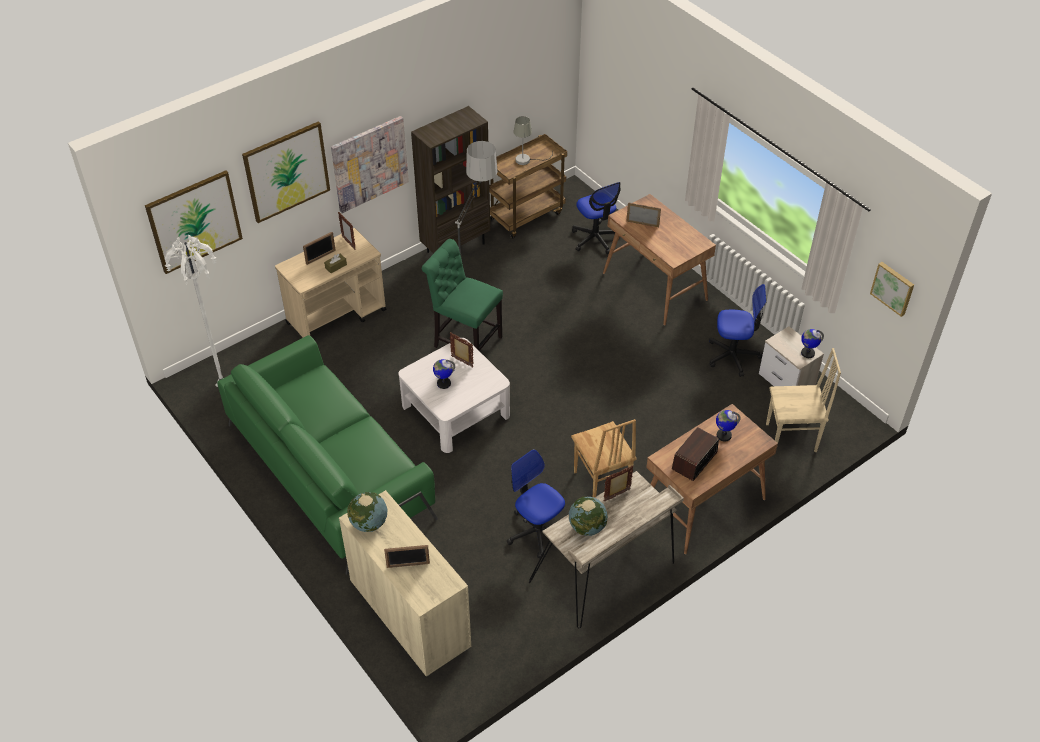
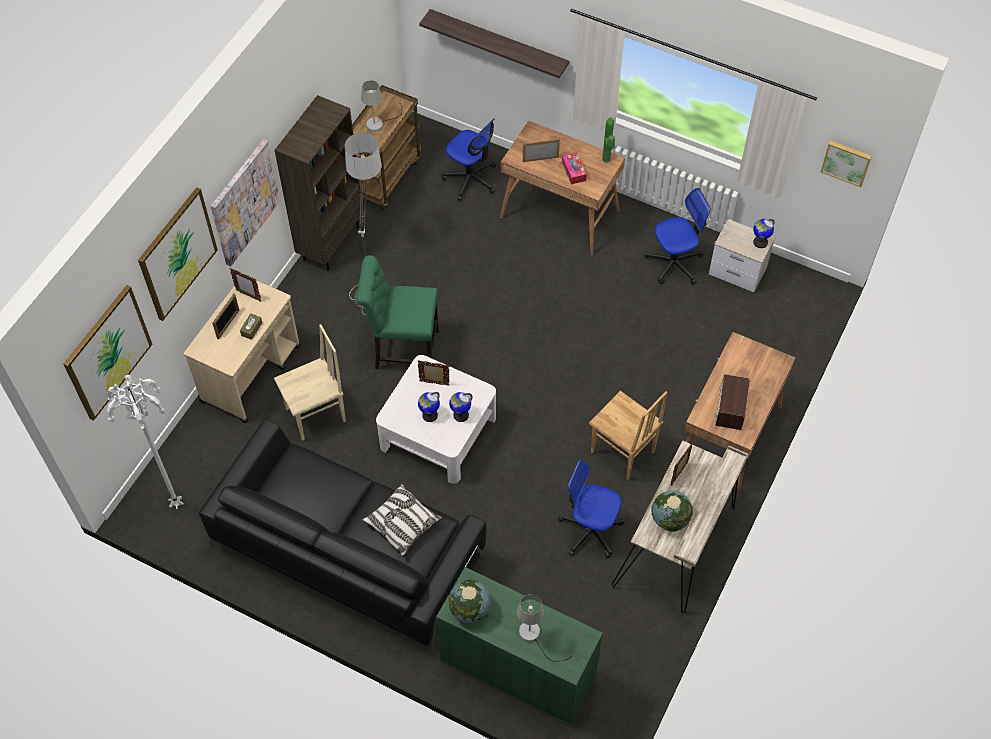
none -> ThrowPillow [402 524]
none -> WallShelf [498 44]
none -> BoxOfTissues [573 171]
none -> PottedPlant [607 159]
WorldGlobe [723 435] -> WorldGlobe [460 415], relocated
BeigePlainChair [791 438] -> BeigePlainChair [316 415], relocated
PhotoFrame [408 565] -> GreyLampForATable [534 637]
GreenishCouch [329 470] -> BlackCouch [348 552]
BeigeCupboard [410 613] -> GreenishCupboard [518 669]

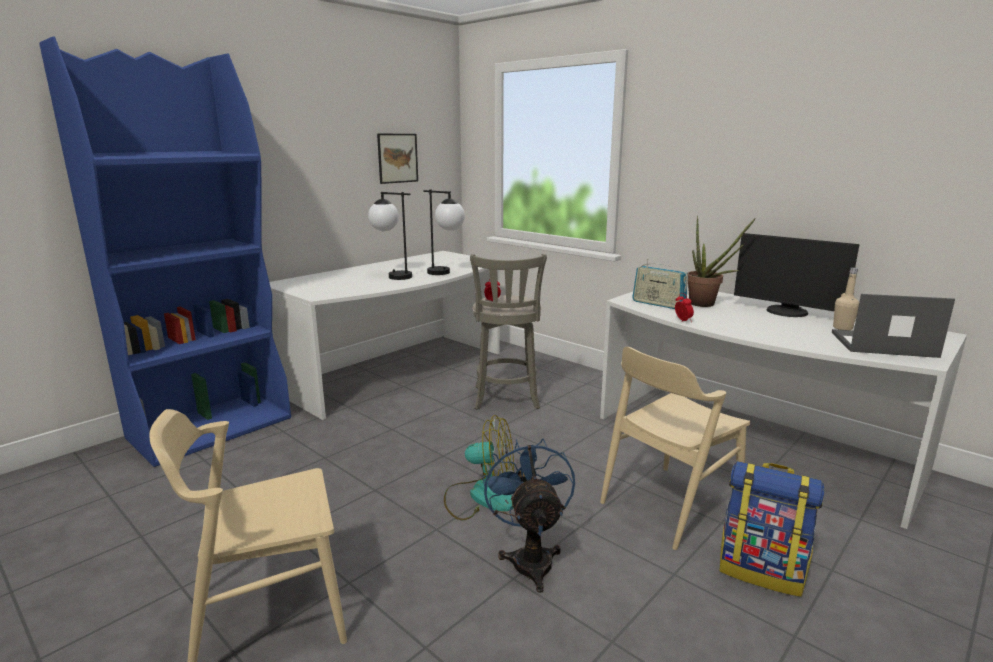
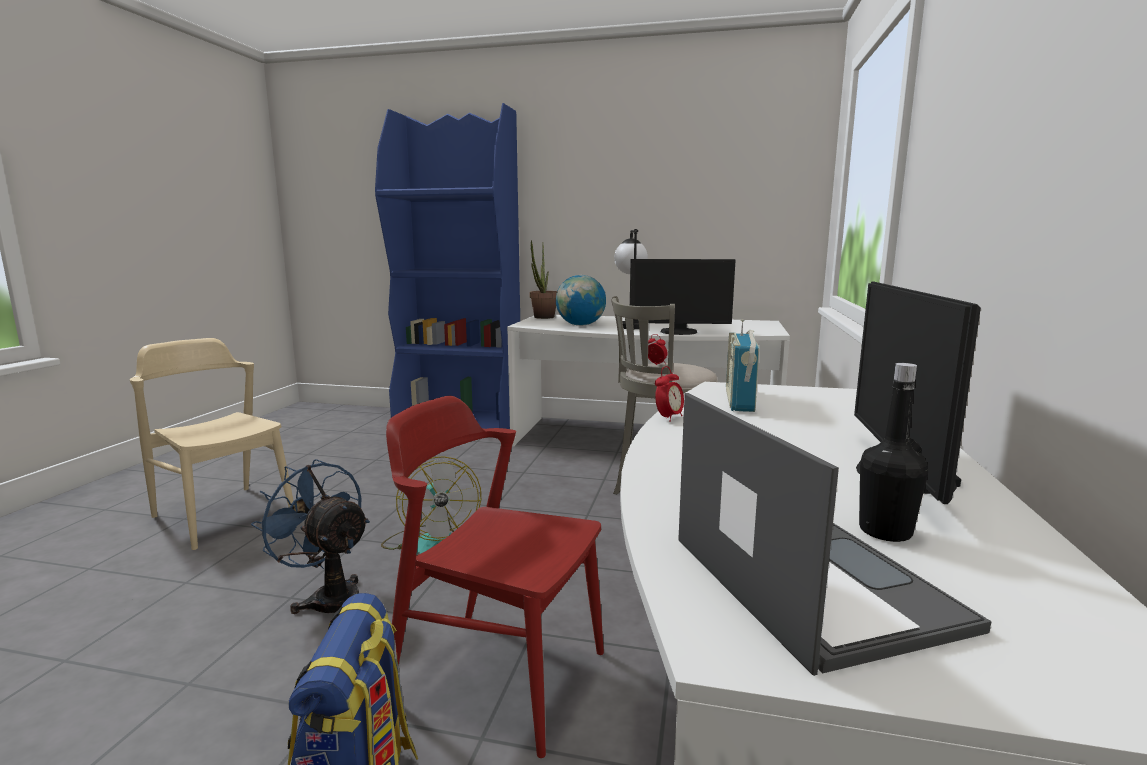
Picture [397 158] -> none
none -> WorldGlobe [580 325]
PottedPlant [707 305] -> PottedPlant [542 318], relocated
LampForATable [446 273] -> Monitor [679 332]
BeigePlainChair [669 505] -> RedColouredPlainChair [498 675]
BeigeBeverageBottle [842 328] -> BlackBeverageBottle [885 531]
BlueCoolingFan [530 558] -> BlueCoolingFan [329 598], 105 degrees counterclockwise

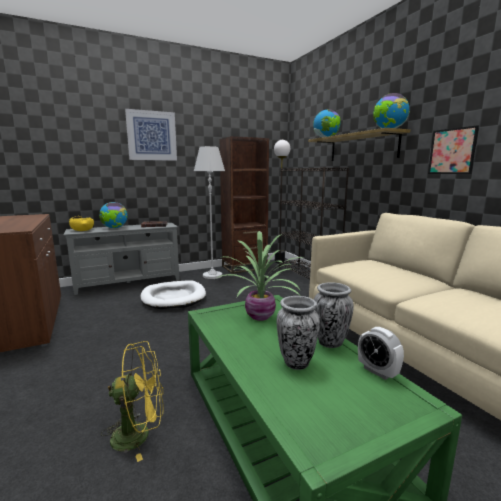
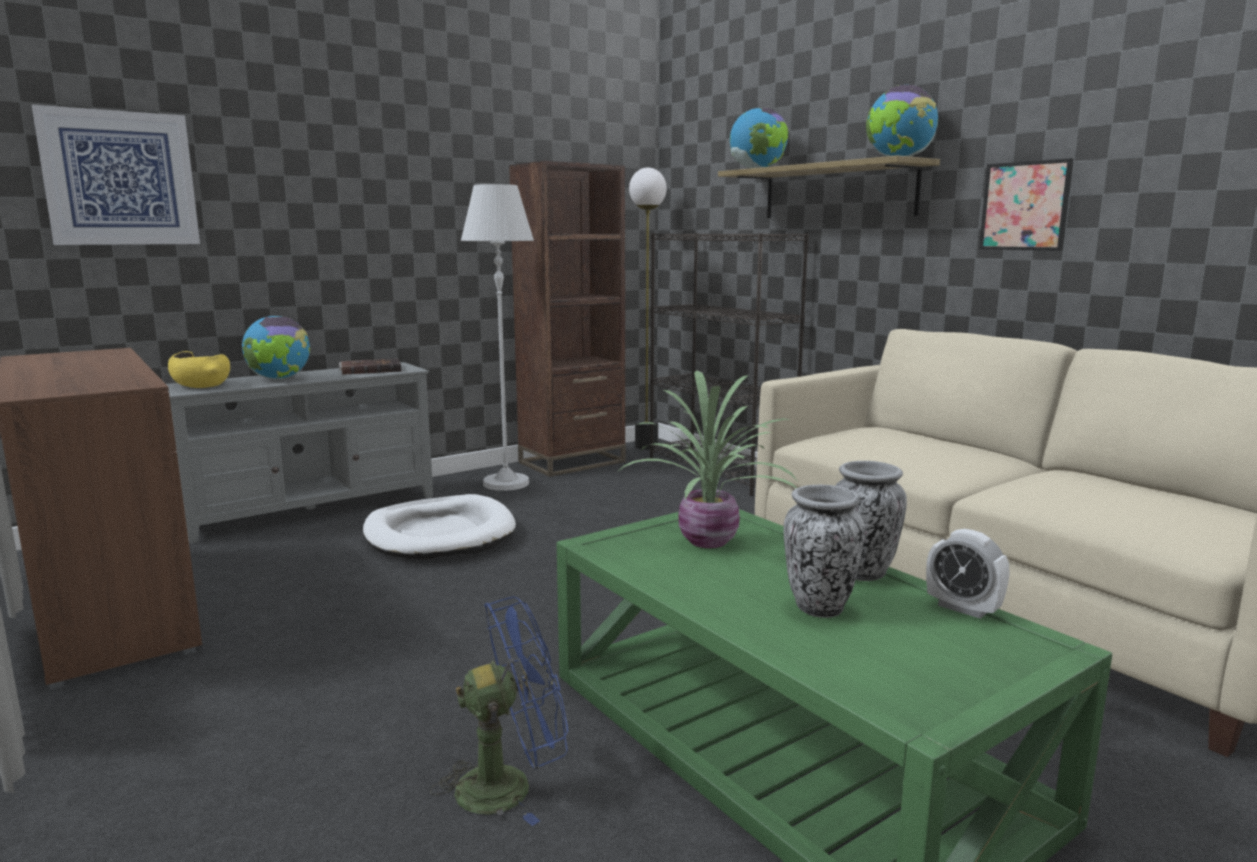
Picture [152 136] -> Picture [120 178], relocated
YellowColouredCoolingFan [139 434] -> BlueCoolingFan [509 784]

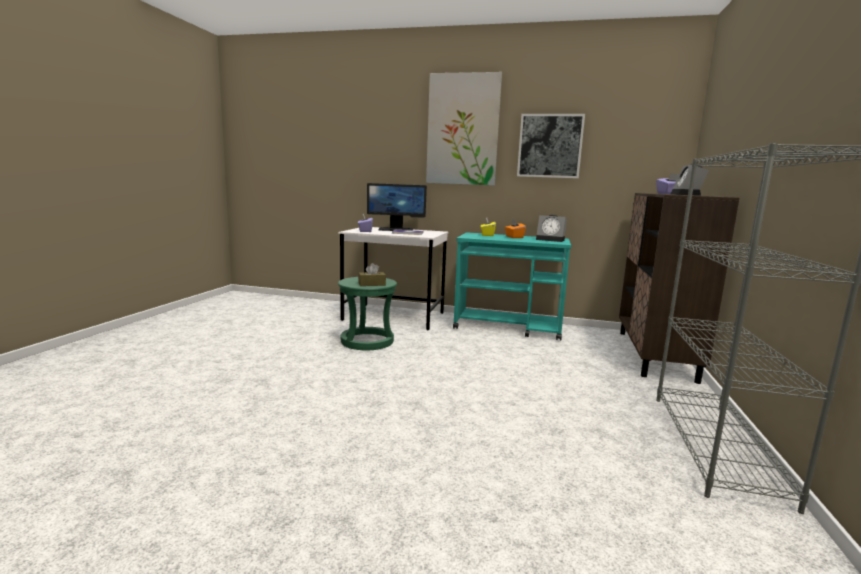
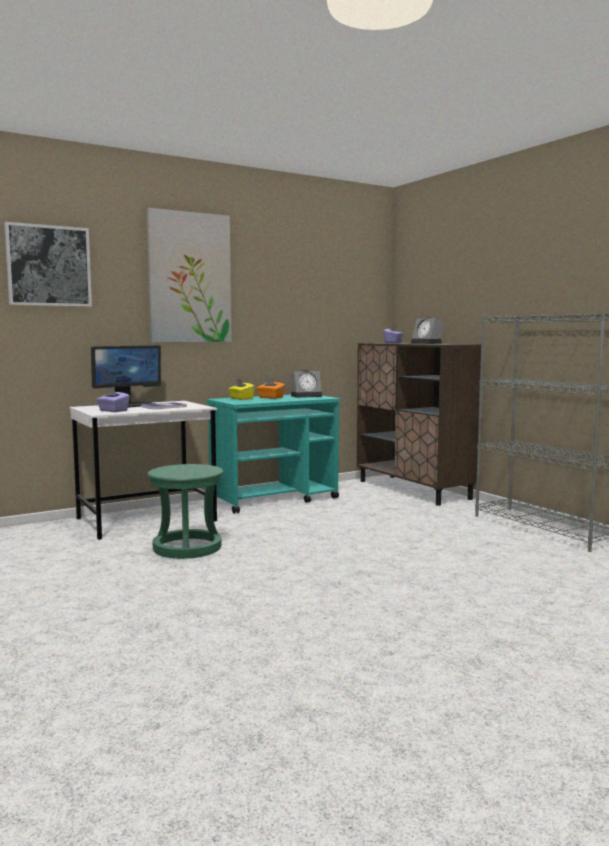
BrownColouredBoxOfTissues [372 284] -> none
Picture [550 146] -> Picture [49 266], relocated

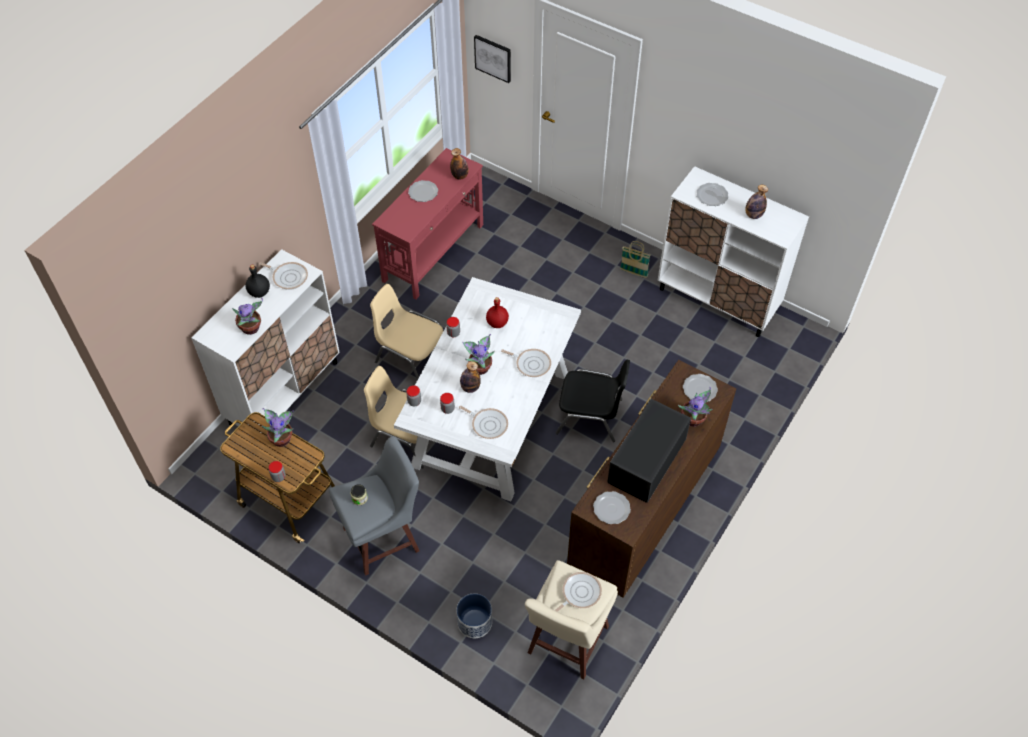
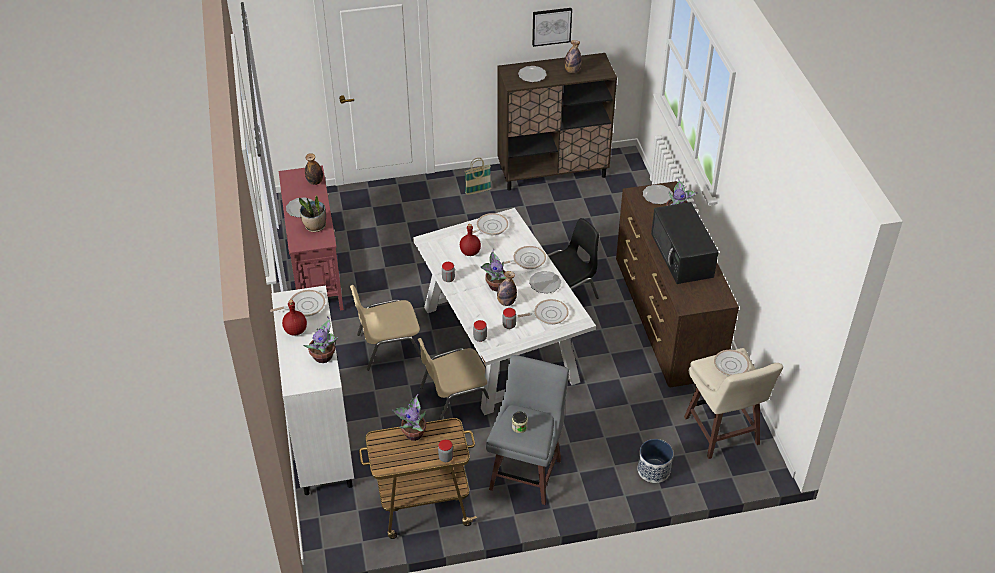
none -> PottedPlant [315 226]
none -> Skillet [490 227]
Picture [493 58] -> Picture [551 26], relocated
FlatDish [611 508] -> FlatDish [544 283], relocated
BlackBeverageBottle [260 292] -> RedColouredBeverageBottle [295 330]
WhitishCupboard [718 299] -> BrownColouredCupboard [553 172]

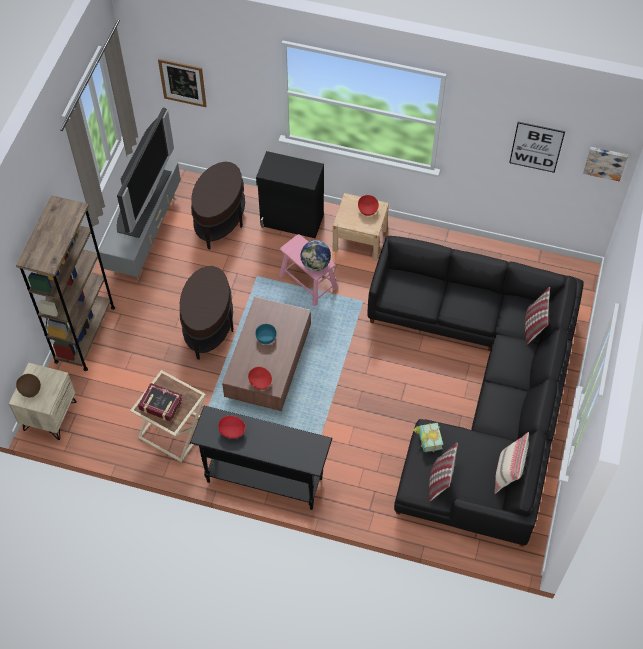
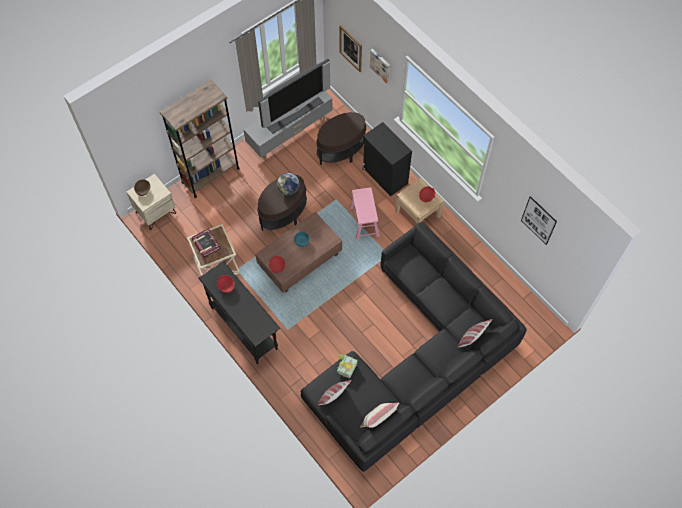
WorldGlobe [315 264] -> WorldGlobe [288 190], relocated
Picture [605 162] -> Picture [380 65], relocated

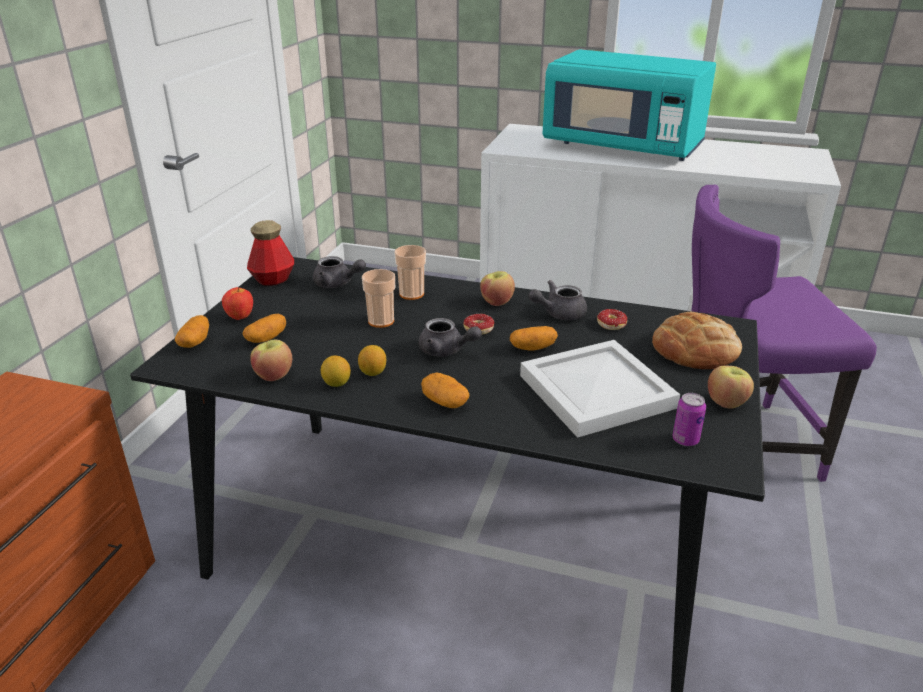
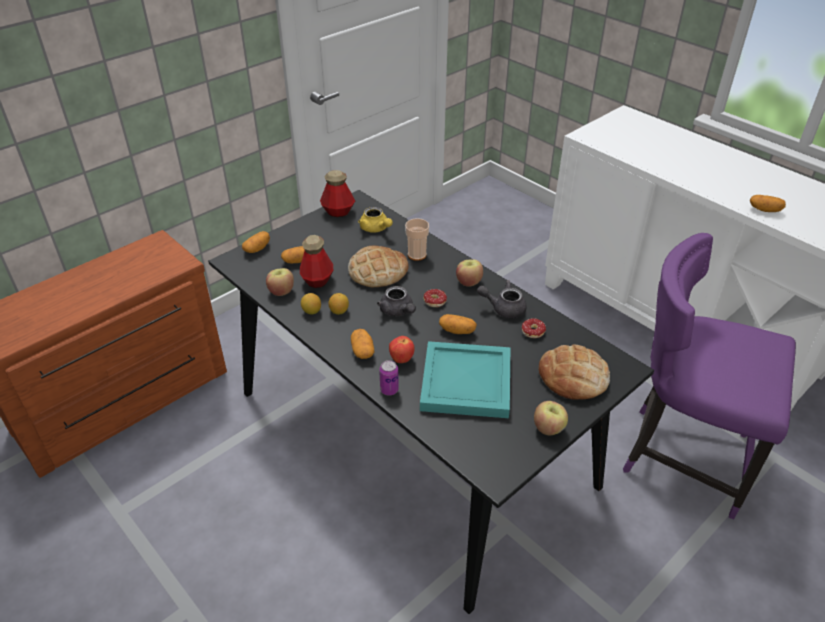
TurquoiseMicrowaveOven [623 147] -> none
none -> BeverageBottle [317 280]
none -> Spud [764 210]
AppleFruit [240 317] -> AppleFruit [401 359], relocated
Can [685 440] -> Can [389 390], relocated
SmallCup [381 321] -> BakedBread [377 271]
GreyTeapot [337 284] -> YellowColouredTeapot [376 229]
WhitishCarryingTray [597 390] -> TurquoiseCarryingTray [467 381]

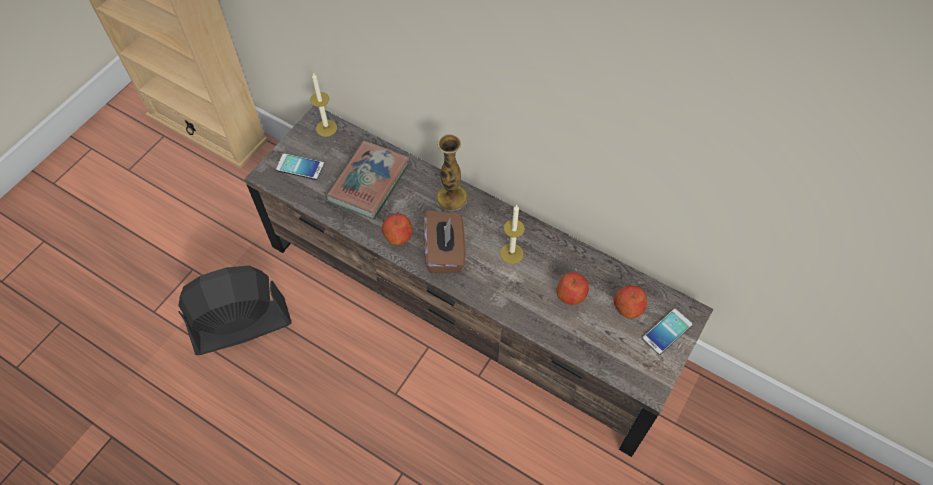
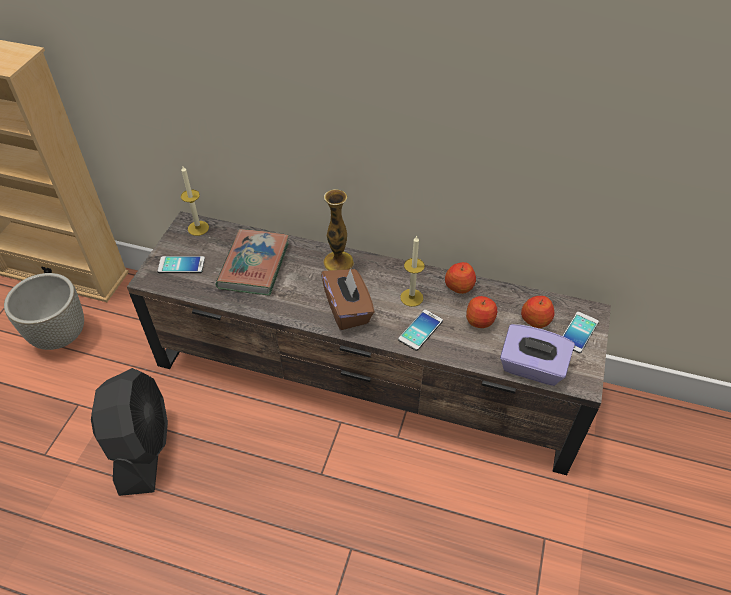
none -> GreyPlanter [60 335]
none -> Handset [420 330]
none -> PurpleColouredBoxOfTissues [531 368]
AppleFruit [398 236] -> AppleFruit [459 286], relocated
BlackCoolingFan [240 326] -> BlackCoolingFan [143 447], 120 degrees clockwise

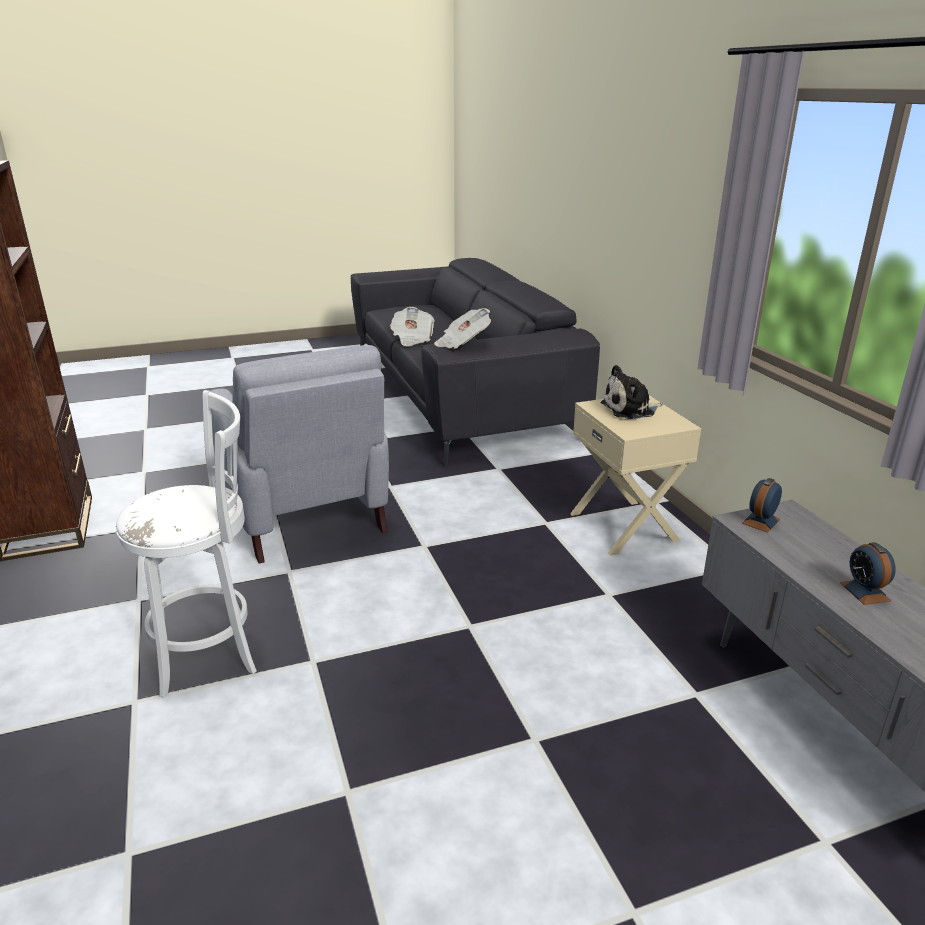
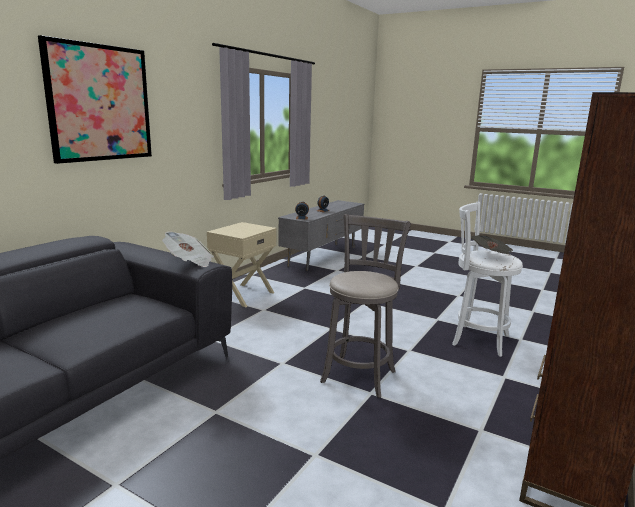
CuddlyToy [630 409] -> none
none -> Picture [100 103]
Newspaper [412 339] -> Newspaper [491 256], relocated
GreyEasyChair [304 514] -> GreySittingStool [360 374]

